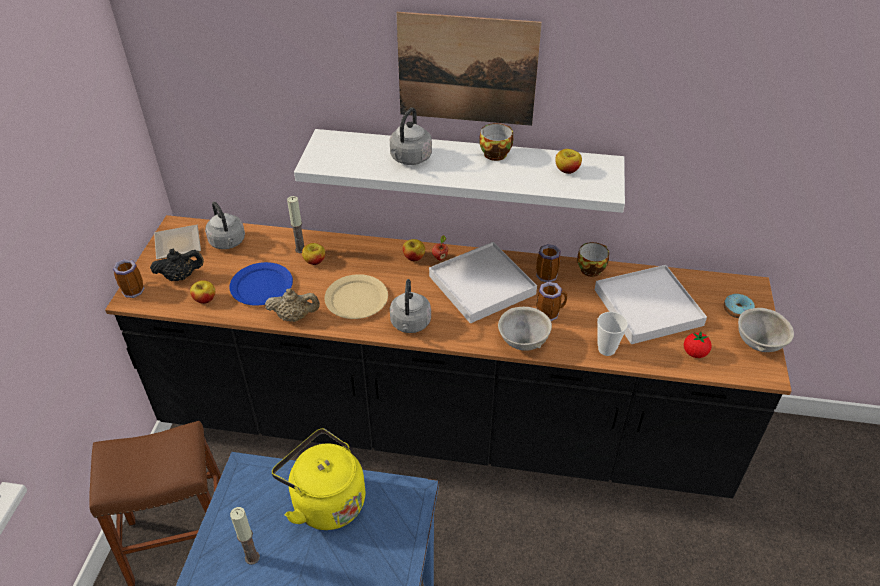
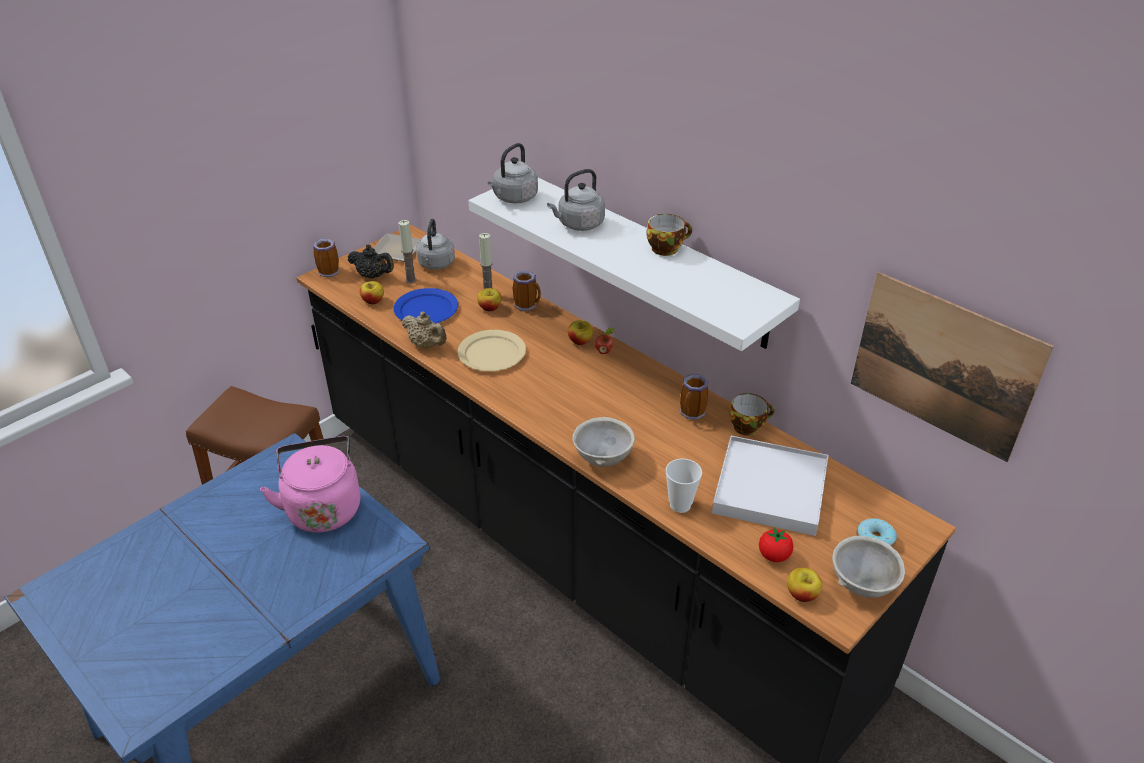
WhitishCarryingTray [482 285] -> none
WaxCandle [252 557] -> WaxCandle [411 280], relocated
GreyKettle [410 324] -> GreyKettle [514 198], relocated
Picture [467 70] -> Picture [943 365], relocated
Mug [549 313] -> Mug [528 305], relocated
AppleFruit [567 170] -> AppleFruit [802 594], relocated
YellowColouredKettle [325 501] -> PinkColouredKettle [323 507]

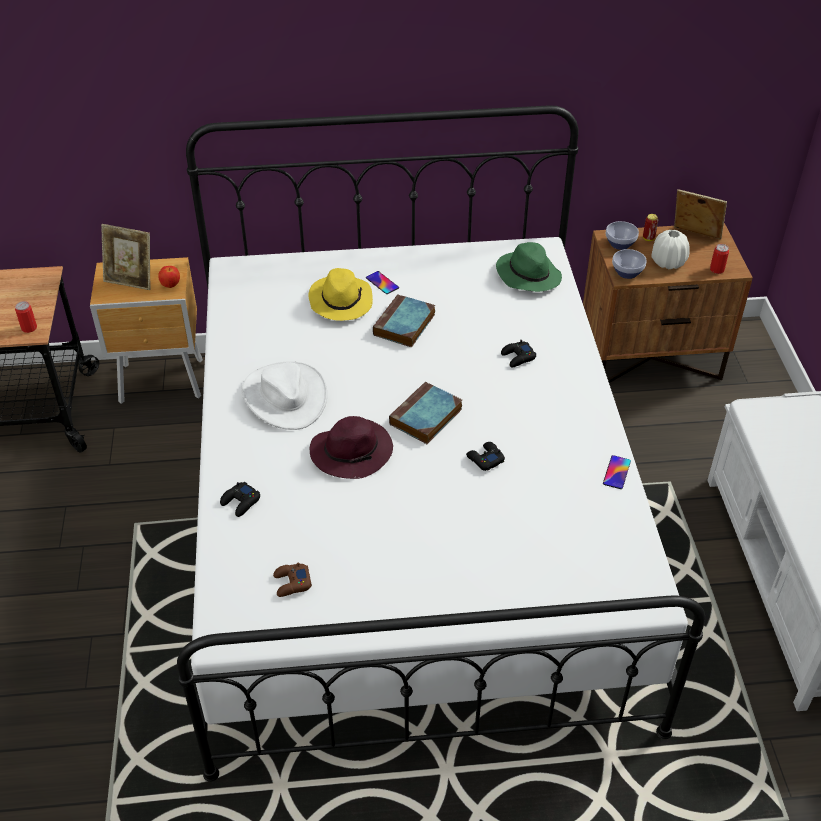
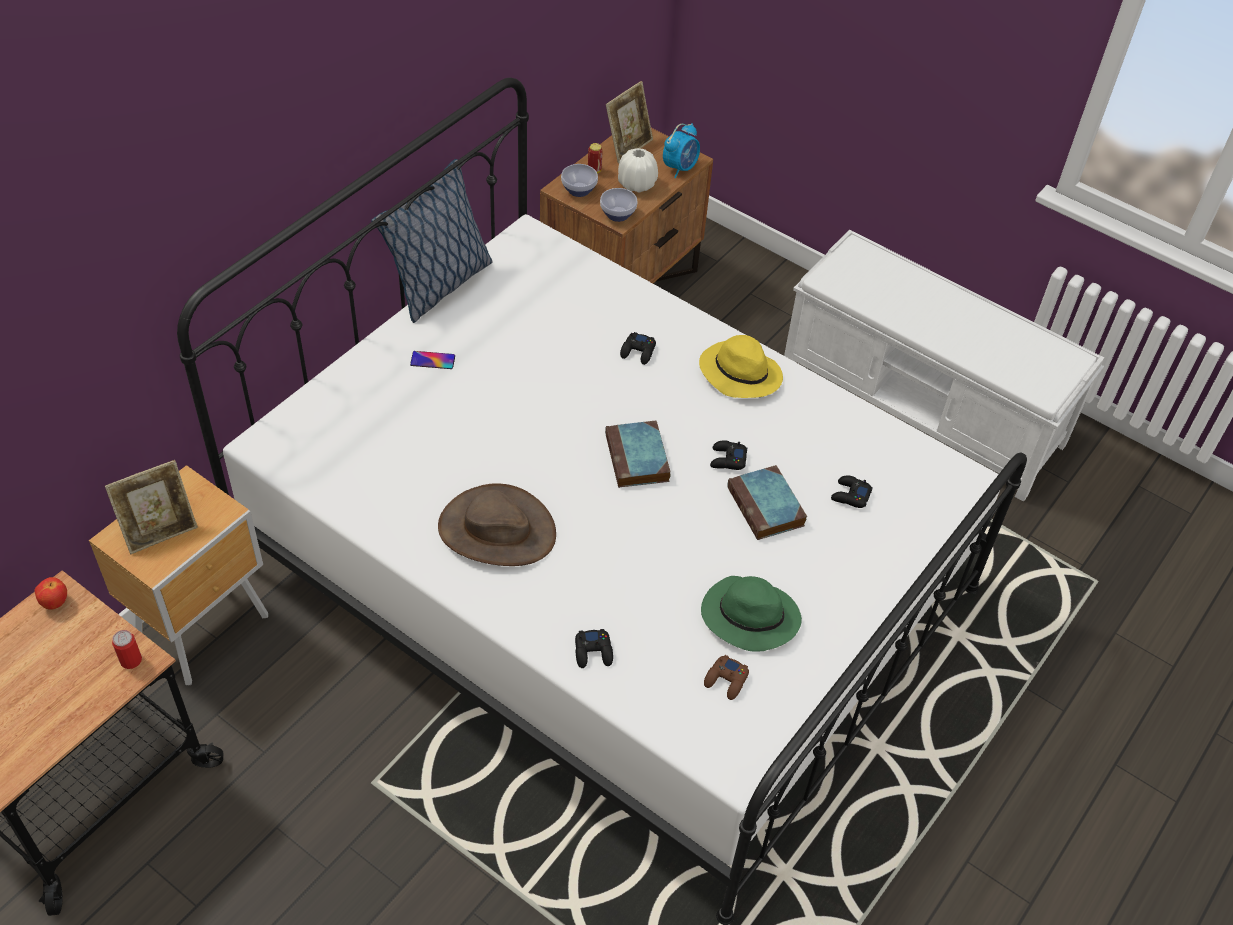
PurpleColouredHat [353 452] -> none
Handset [616 472] -> none
none -> ThrowPillow [439 285]
none -> BlackJoypad [850 495]
AppleFruit [171 285] -> AppleFruit [55 602], relocated
YellowColouredHat [340 301] -> YellowColouredHat [739 373], relocated
Book [404 325] -> Book [767 508], relocated
GreenishHat [527 275] -> GreenishHat [748 617], relocated
Can [716 269] -> BedsideClock [680 168]
WhitishHat [284 396] -> BrownColouredHat [496 530]
PhotoFrame [694 237] -> PhotoFrame [628 147], 150 degrees clockwise

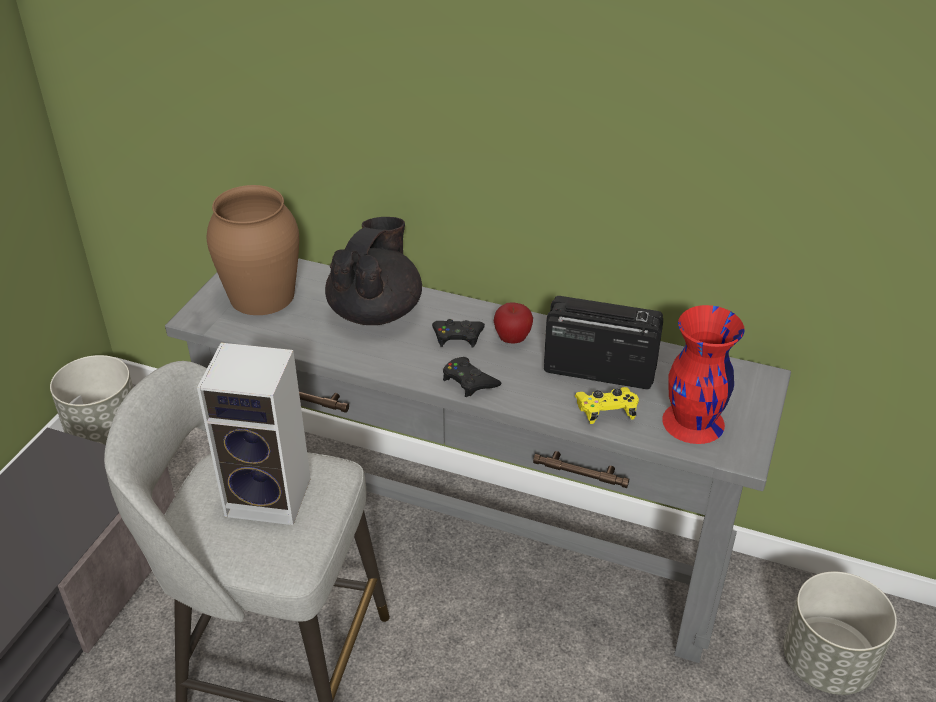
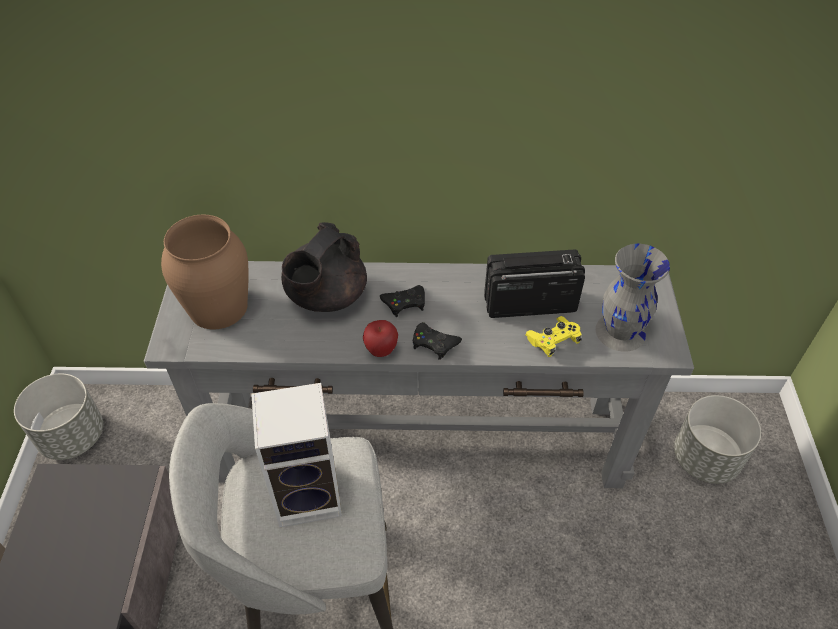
AppleFruit [512 339] -> AppleFruit [381 350], relocated
RedColouredDecorativeVase [692 423] -> GreyDecorativeVase [620 332]
BlackTeapot [376 311] -> BlackTeapot [325 297], 150 degrees counterclockwise

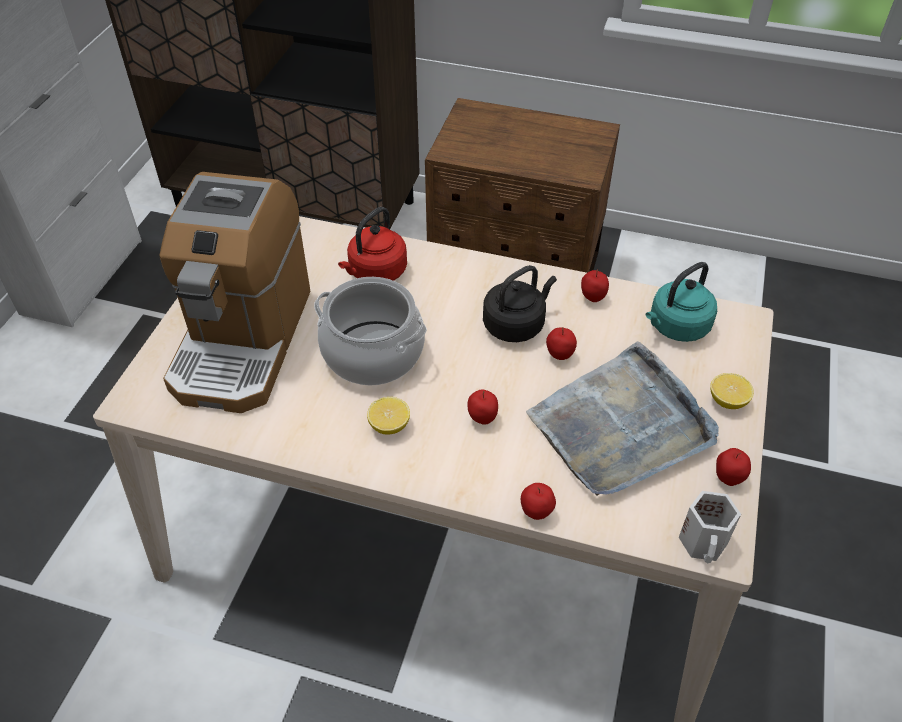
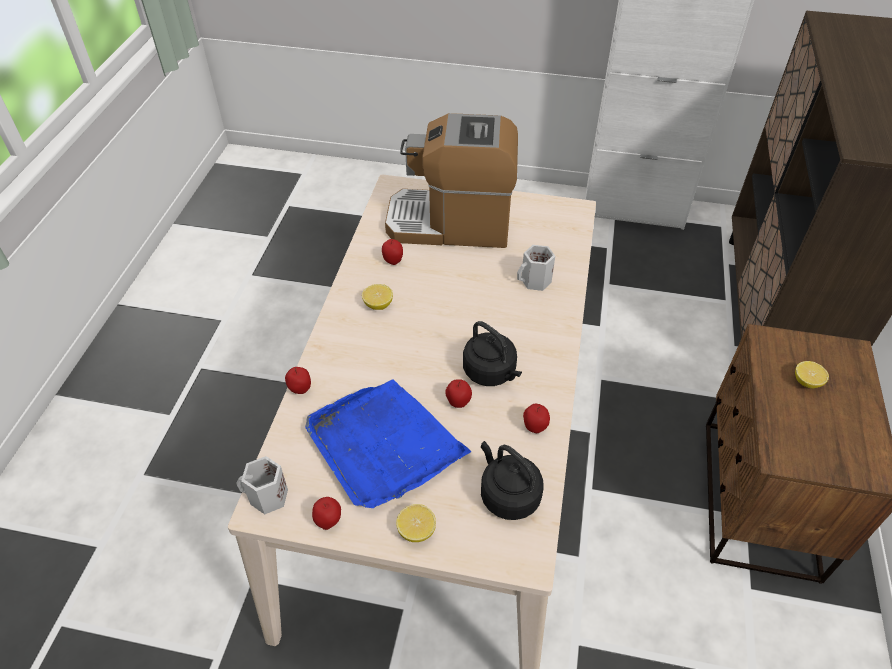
Saucepot [372 354] -> none
none -> WholeLemon [806 382]
AppleFruit [482 419] -> AppleFruit [393 261], relocated
RedColouredKettle [375 273] -> WhitishMug [535 281]
GreyCarryingTray [621 425] -> BlueCarryingTray [384 445]
TurquoiseKettle [676 327] -> BlackKettle [507 495]

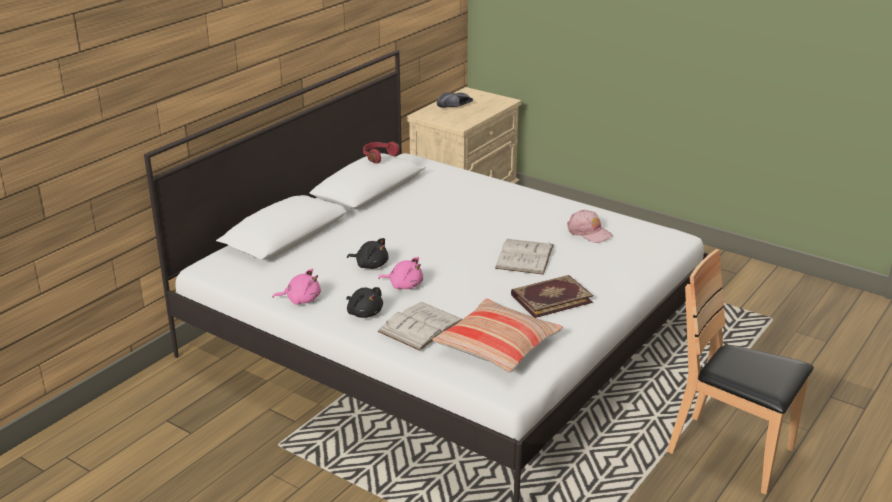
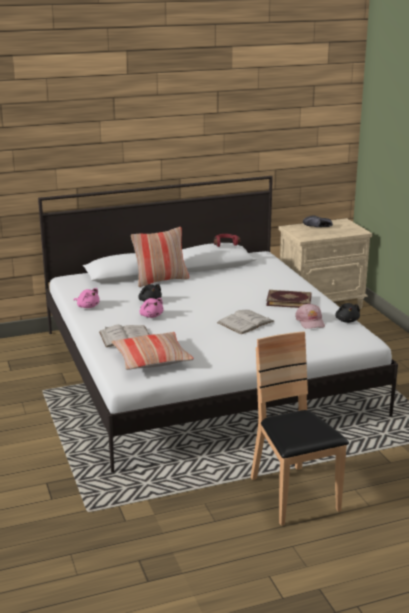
none -> ThrowPillow [161 280]
BlackCuddlyToy [364 313] -> BlackCuddlyToy [347 320], relocated
Book [550 298] -> Book [289 300], relocated

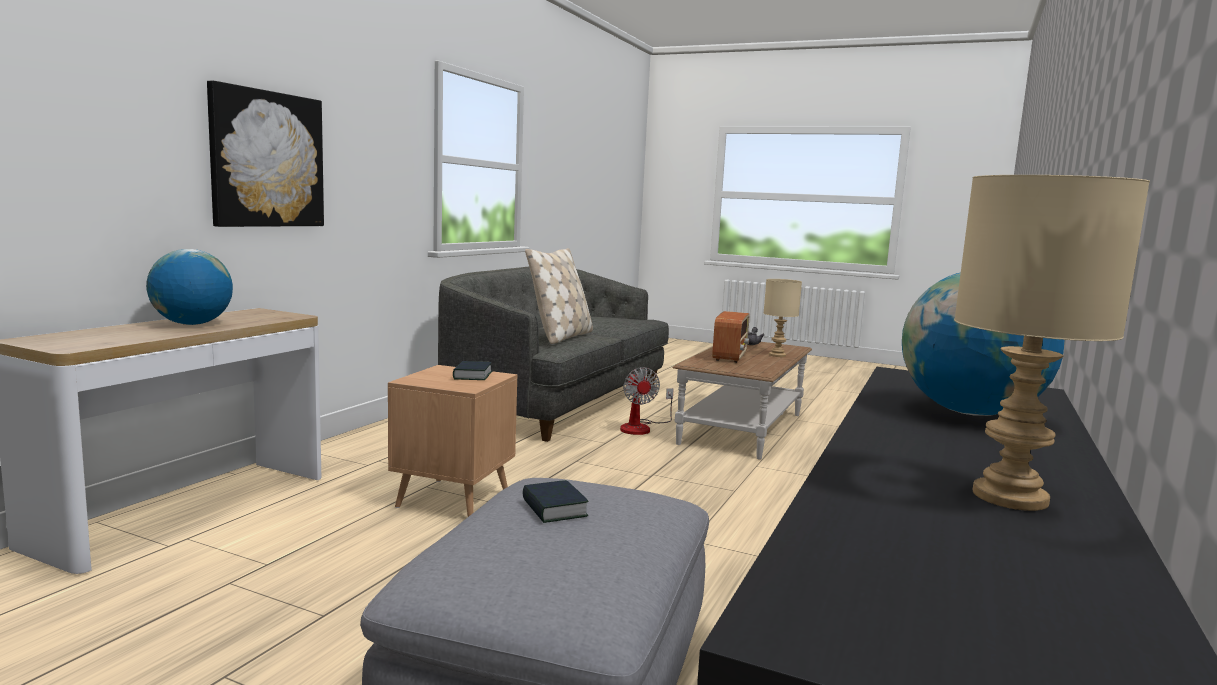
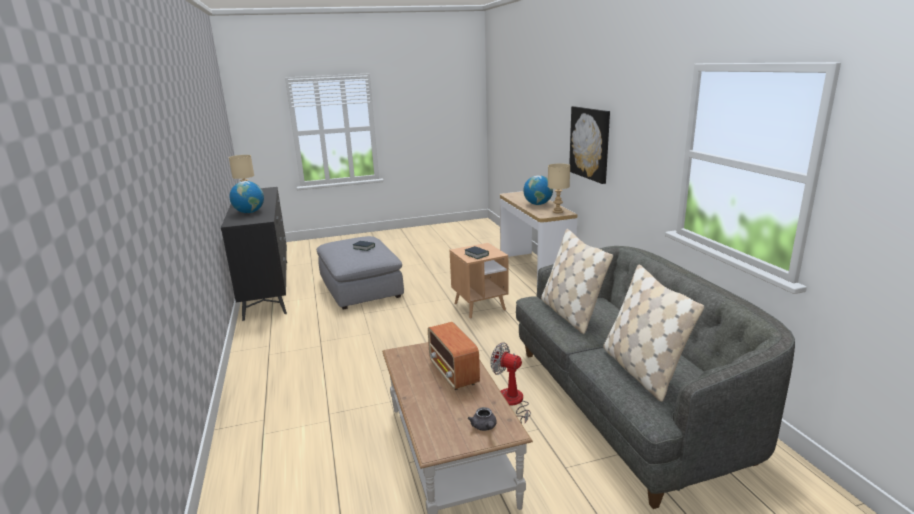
none -> BeigeThrowPillow [641 370]
BeigeLampForATable [778 355] -> BeigeLampForATable [557 212], relocated

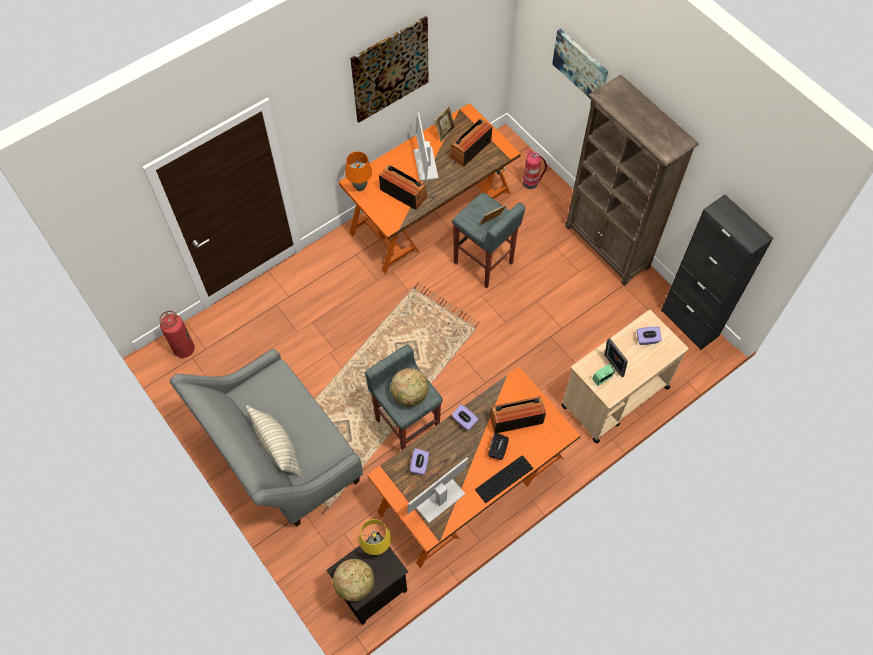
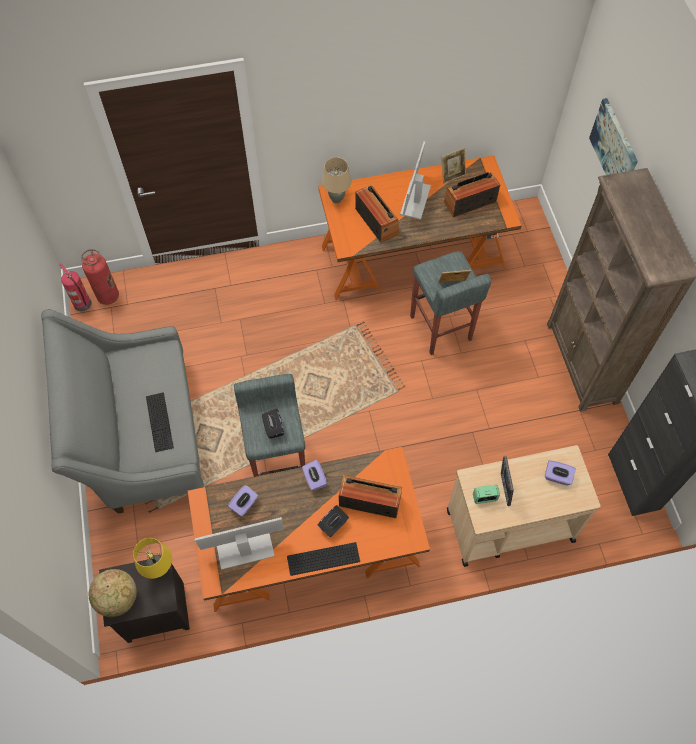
ThrowPillow [277 448] -> none
Picture [390 69] -> none
none -> ComputerKeyboard [159 422]
FireExtinguisher [531 183] -> FireExtinguisher [83 304], relocated
WorldGlobe [410 395] -> BlackBoxOfTissues [273 428]
OrangeLampForATable [360 187] -> BeigeLampForATable [337 199]

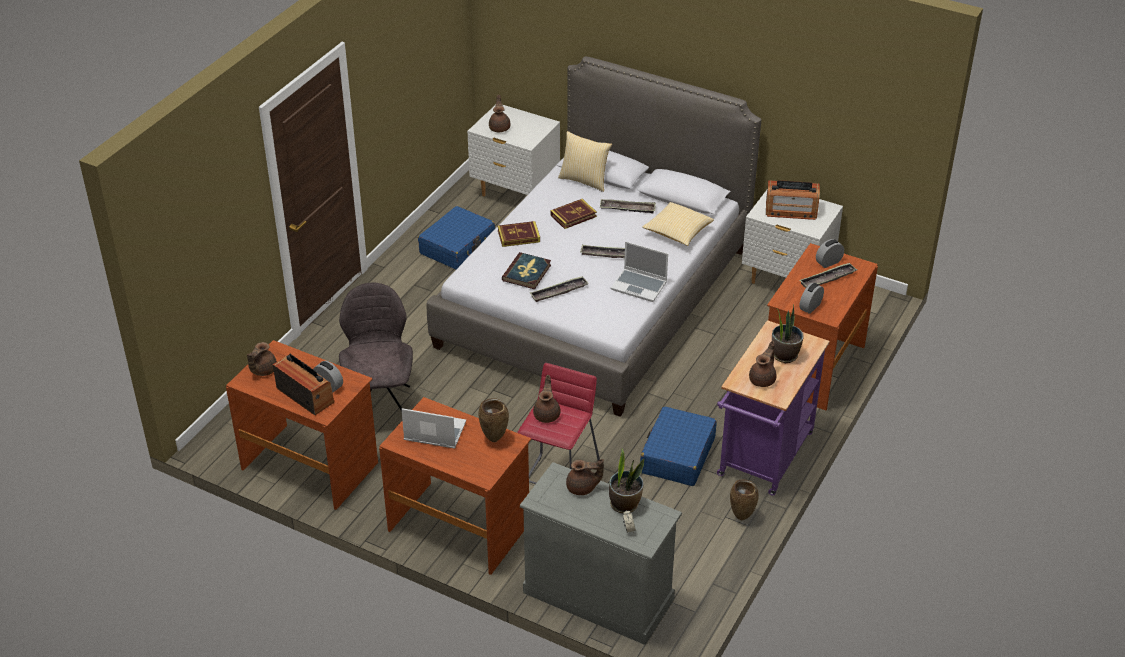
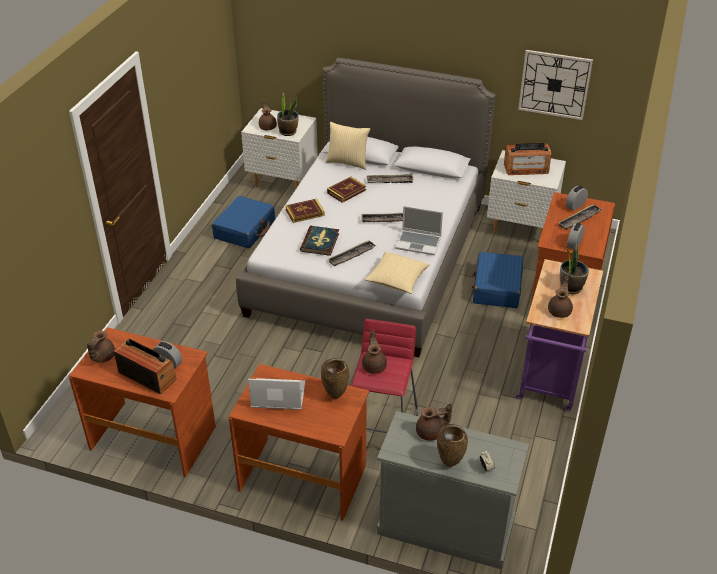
GreyPlainChair [381 407] -> none
none -> HangingClock [554 84]
PottedPlant [625 504] -> PottedPlant [288 132], relocated
BlueSuitcase [677 455] -> BlueSuitcase [497 288], relocated
ThrowPillow [677 232] -> ThrowPillow [397 280], relocated
BrownColouredDecorativeVase [742 517] -> BrownColouredDecorativeVase [450 463], relocated

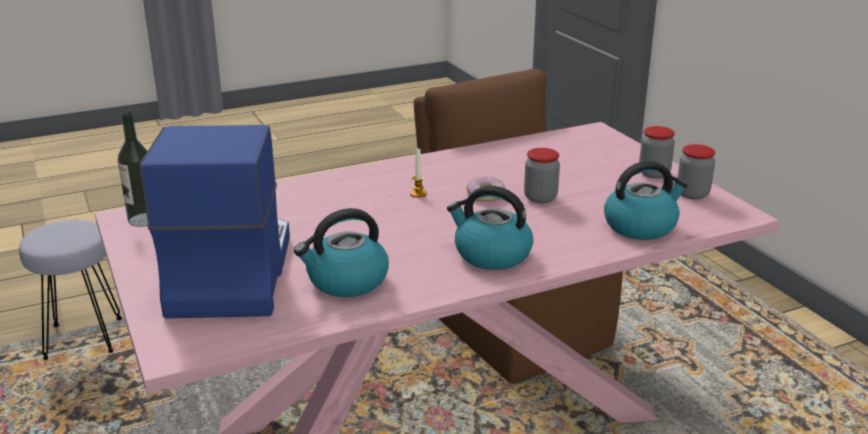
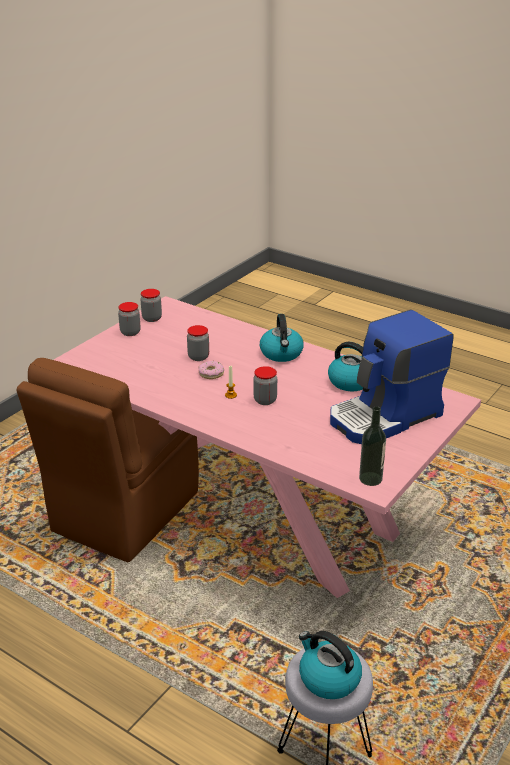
none -> Jar [265 400]
Kettle [641 226] -> Kettle [328 678], relocated

